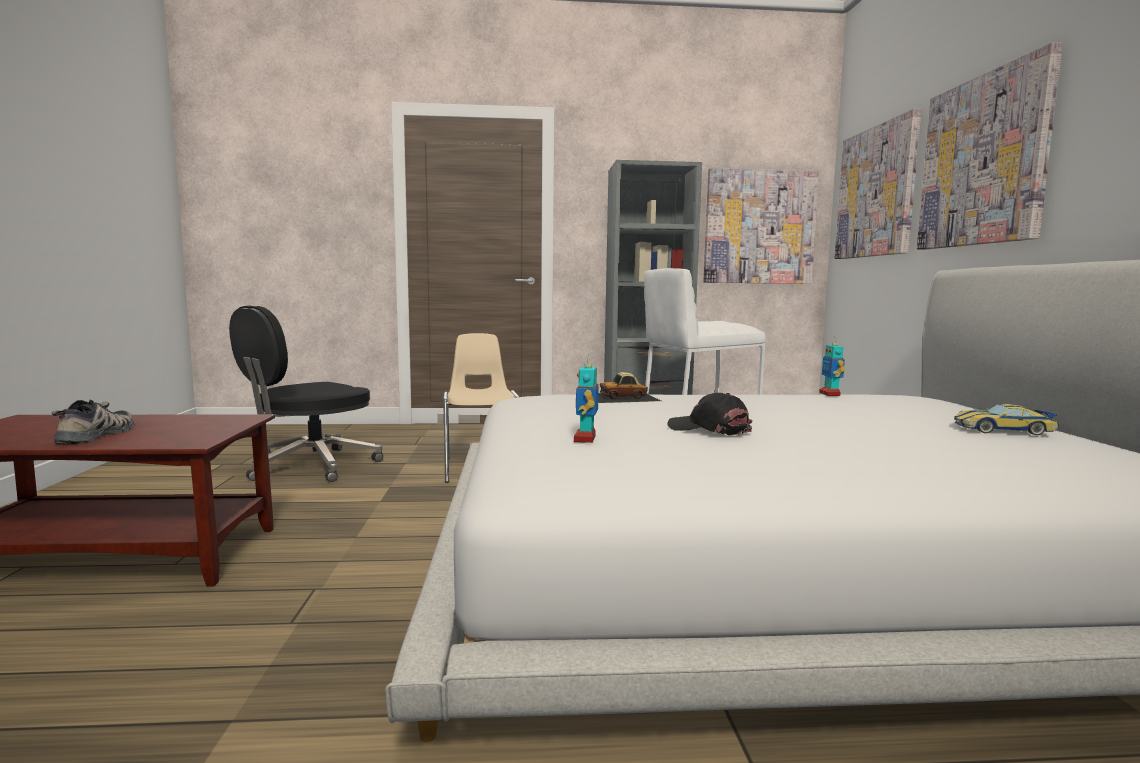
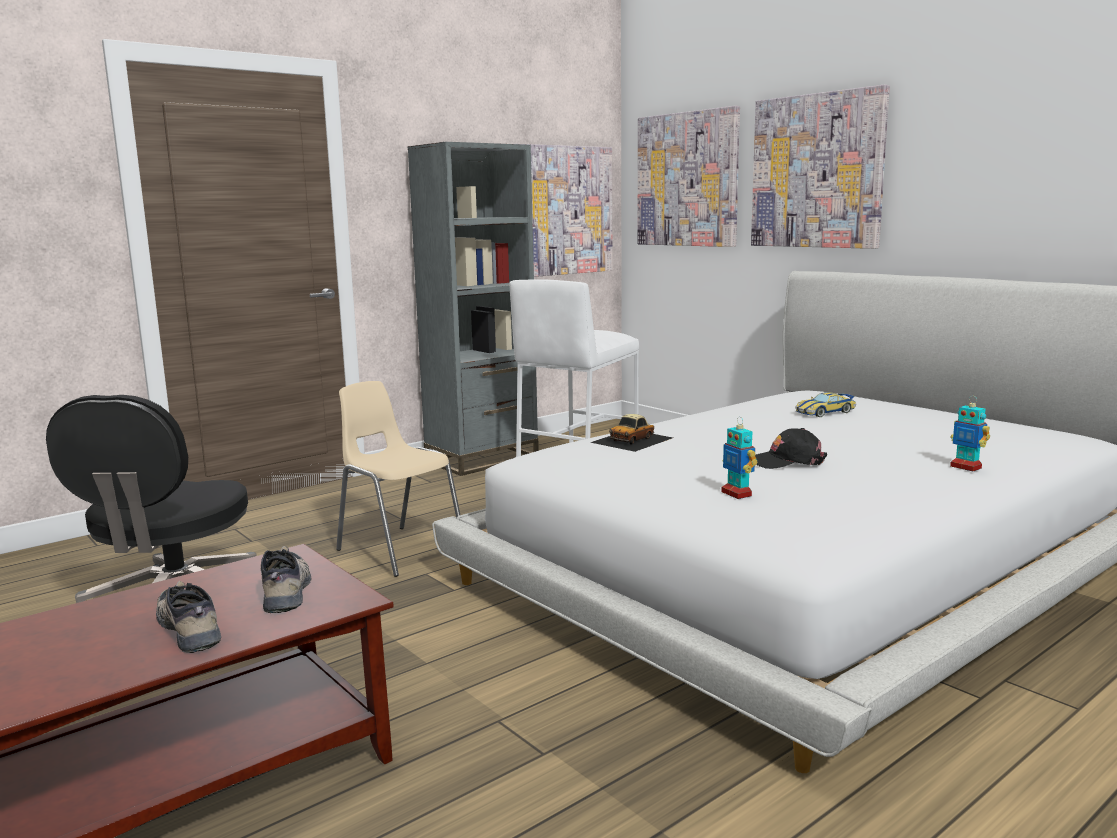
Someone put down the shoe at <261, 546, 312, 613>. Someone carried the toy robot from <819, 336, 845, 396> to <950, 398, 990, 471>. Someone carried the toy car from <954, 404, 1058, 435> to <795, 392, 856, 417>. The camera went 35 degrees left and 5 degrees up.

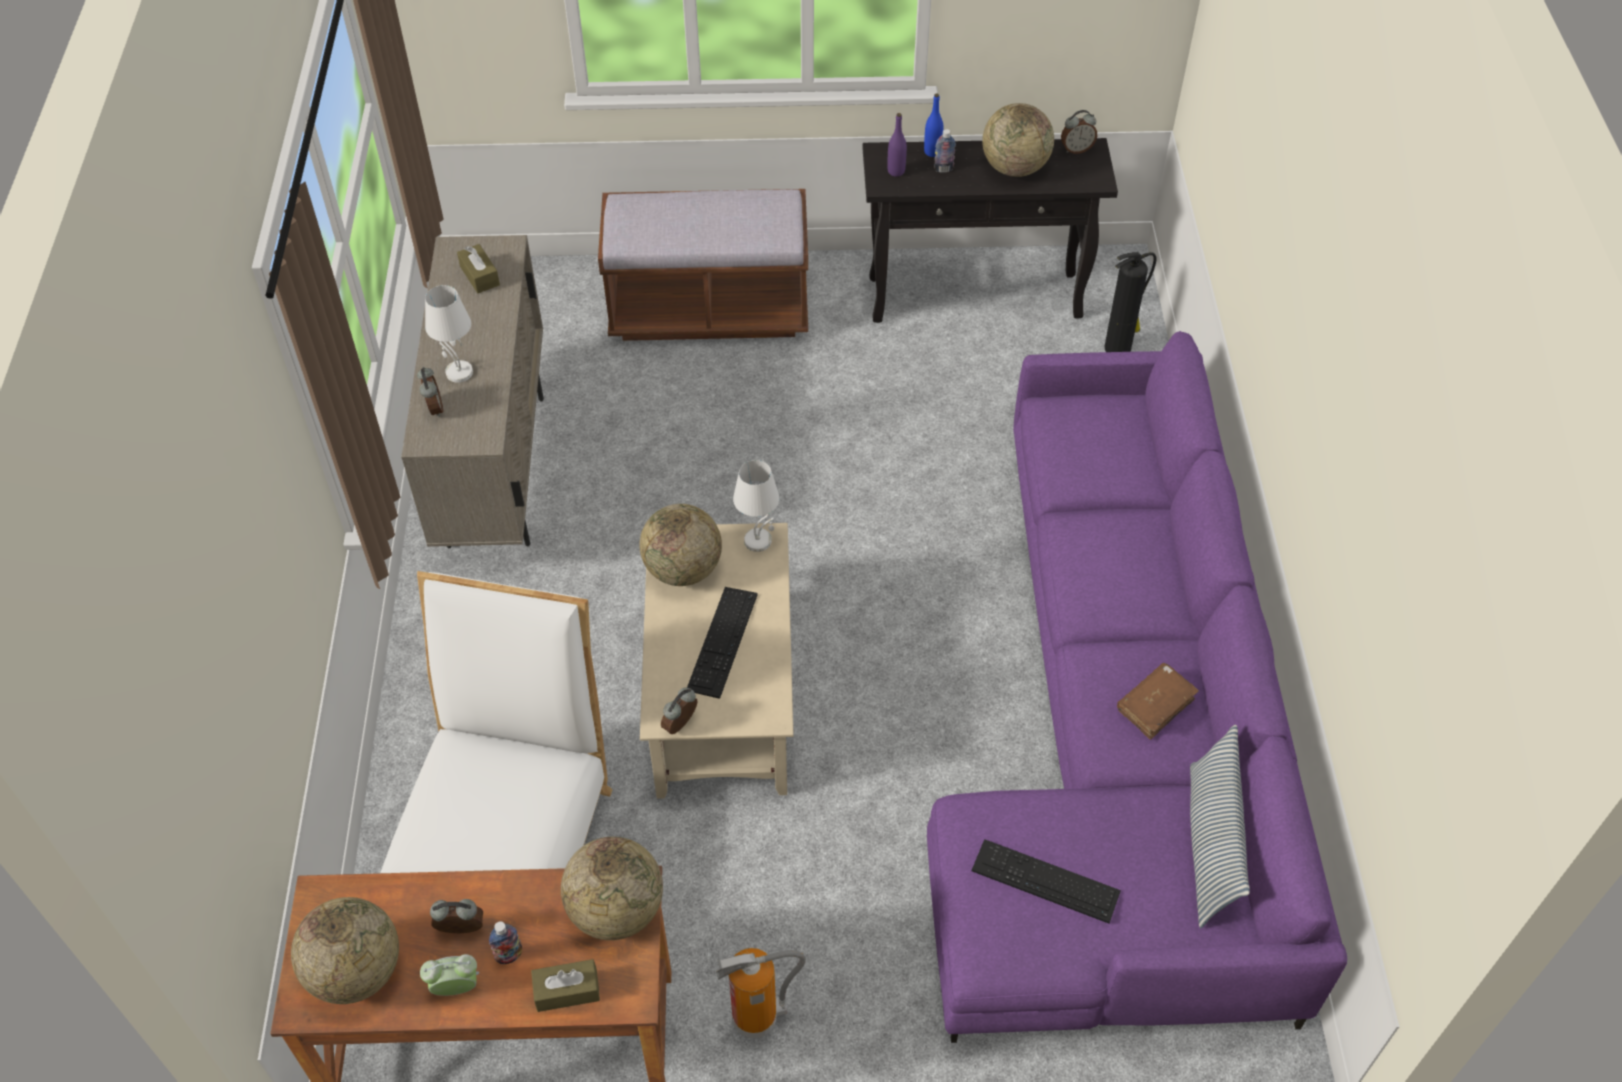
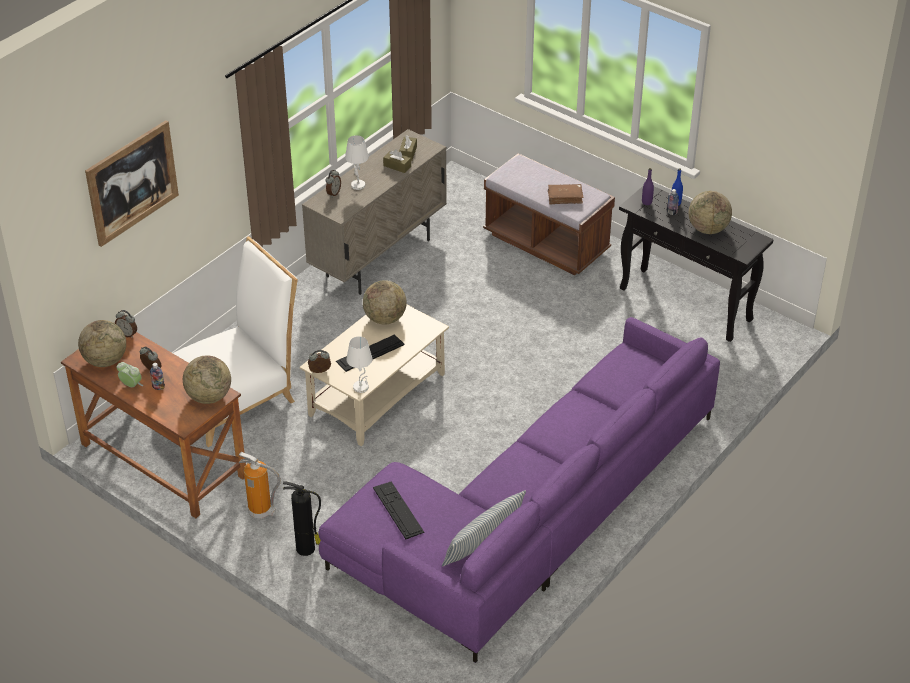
Someone put up the picture at <85, 120, 179, 247>. Someone carried the tissue box (brown) from <531, 959, 600, 1012> to <383, 149, 411, 173>. Someone carried the table lamp (white) from <733, 460, 779, 552> to <346, 336, 372, 393>. Someone carried the alarm clock from <1061, 110, 1097, 154> to <115, 310, 137, 338>. Someone carried the fire extinguisher from <1105, 252, 1156, 352> to <283, 481, 321, 556>. Someone carried the book (brown) from <1117, 663, 1199, 740> to <548, 184, 584, 204>. The camera went 40 degrees right and 10 degrees down.

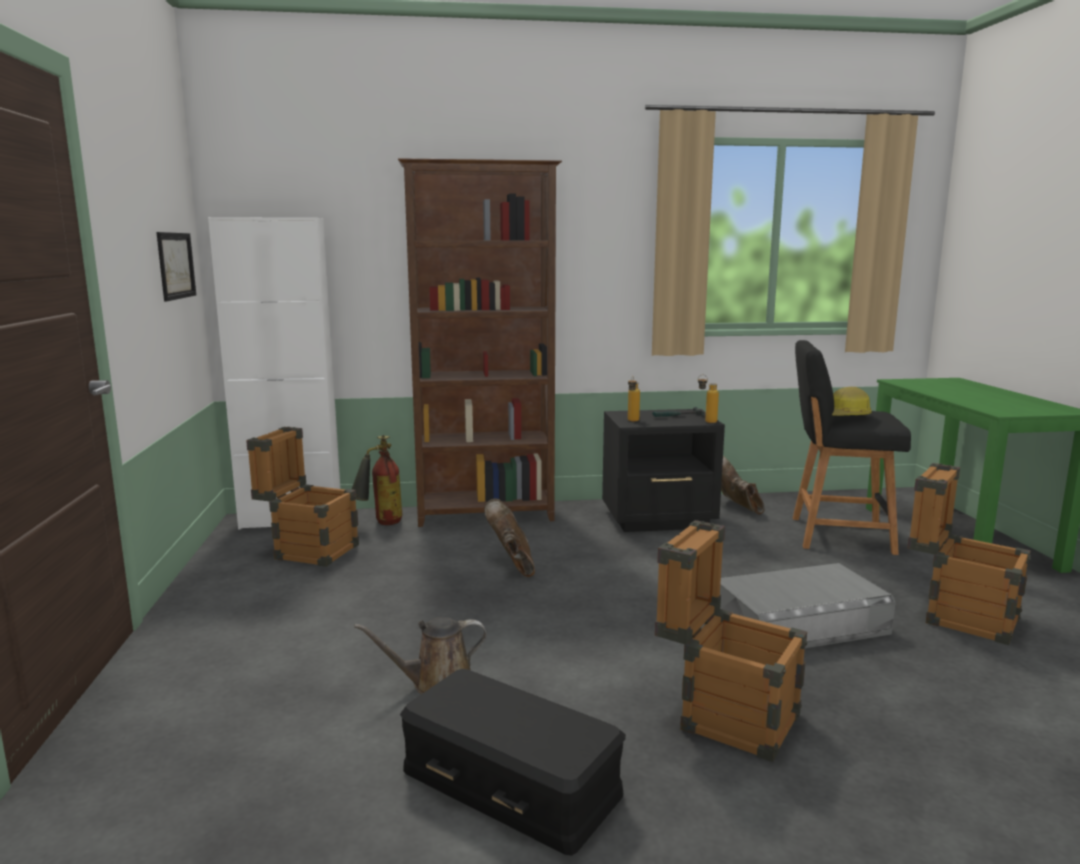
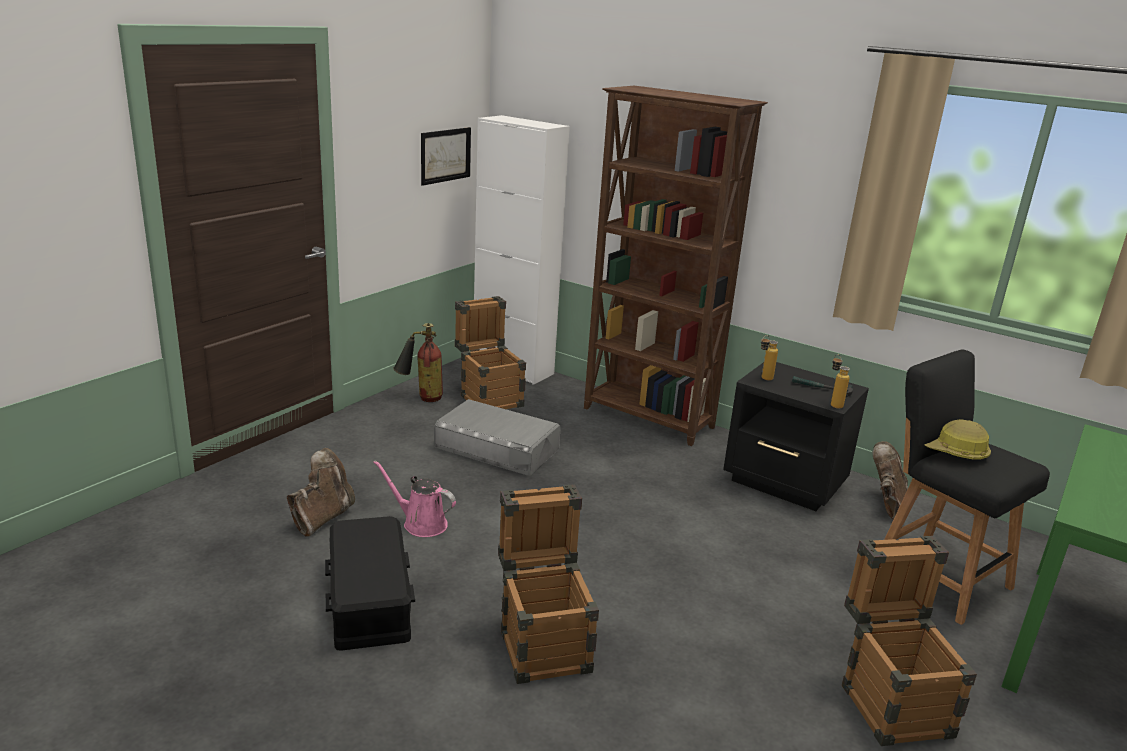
Someone carried the fire extinguisher from <352, 435, 402, 525> to <393, 323, 443, 402>. Someone carried the boot (brown) from <484, 498, 535, 577> to <287, 448, 355, 537>. Someone carried the storage box (grey) from <720, 563, 896, 648> to <435, 399, 561, 476>. Someone repainted the watering can (brown) at <354, 617, 487, 694>, which became the watering can (pink) at <374, 460, 456, 537>. The camera went 40 degrees right and 10 degrees up.

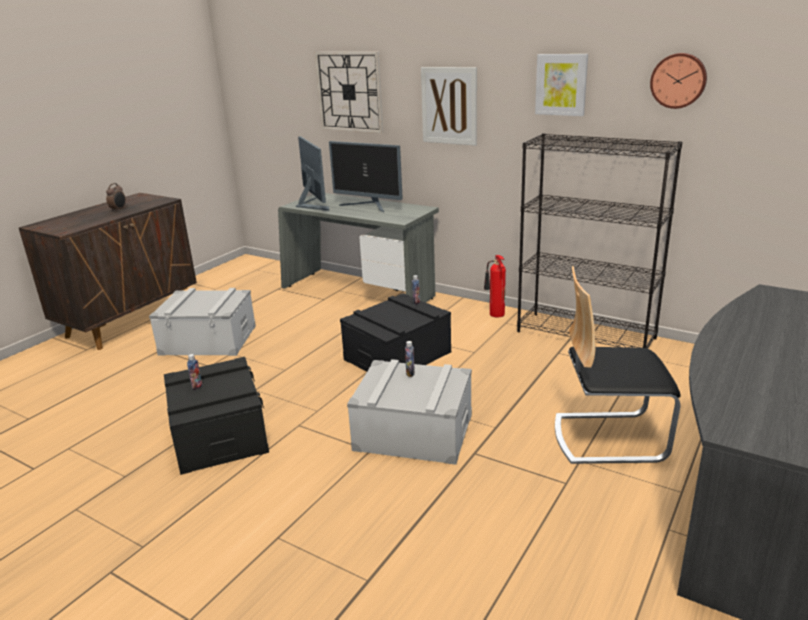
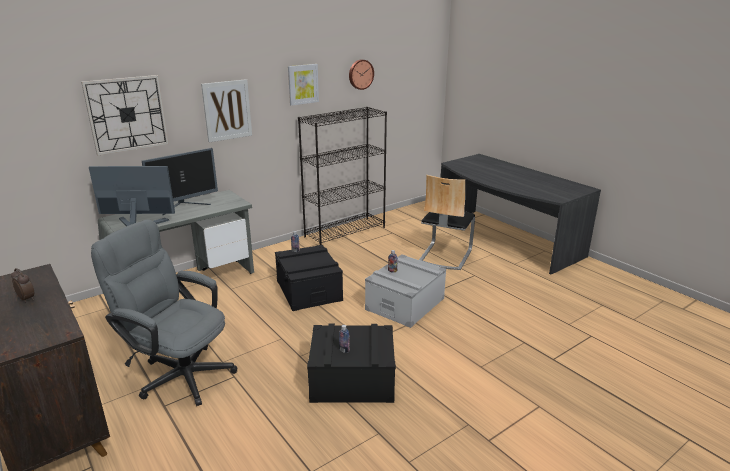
Someone took away the fire extinguisher at <484, 255, 506, 318>. Someone swapped the storage box (grey) at <149, 288, 256, 356> for the office chair (grey) at <91, 219, 237, 406>. The camera went 70 degrees left and 0 degrees up.

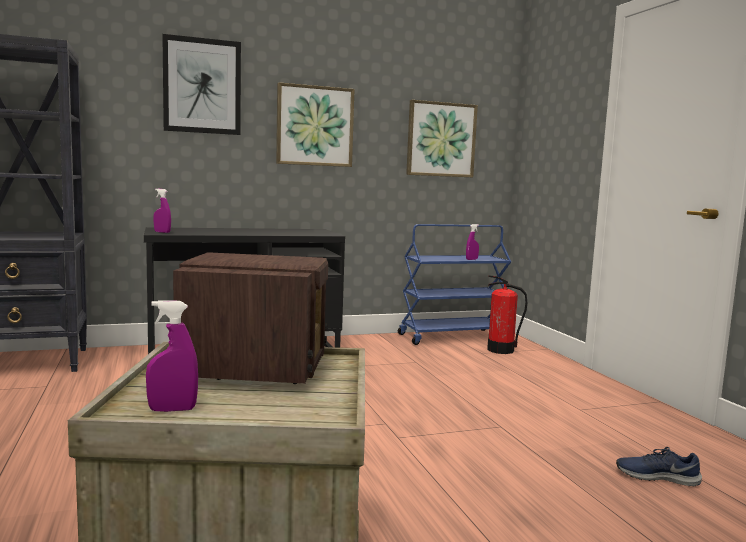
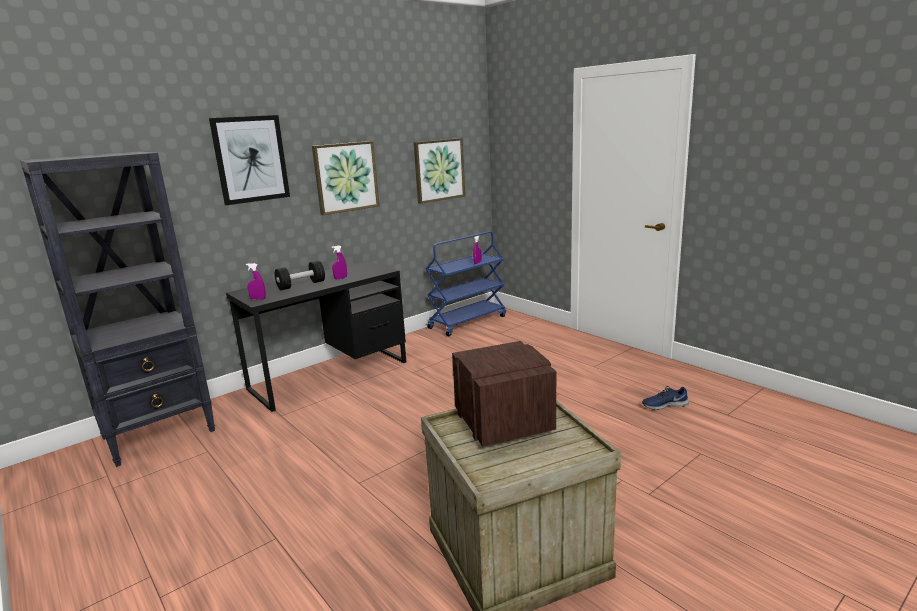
Someone took away the fire extinguisher at <487, 275, 527, 354>. Someone put down the dumbbell (black) at <275, 261, 325, 290>. Someone carried the spray bottle (purple) from <146, 300, 198, 412> to <331, 245, 347, 280>. The camera went 20 degrees left and 10 degrees up.

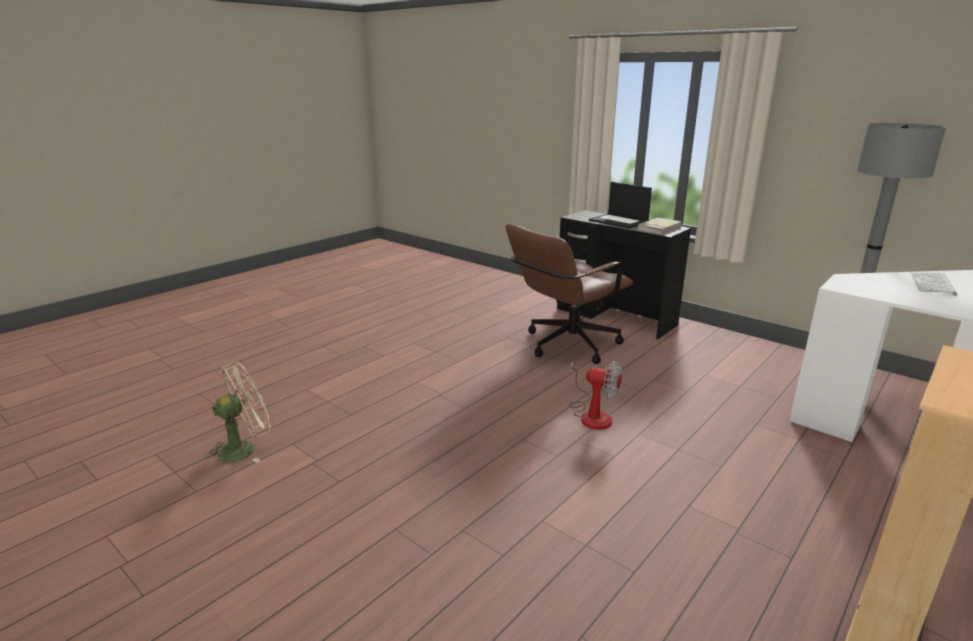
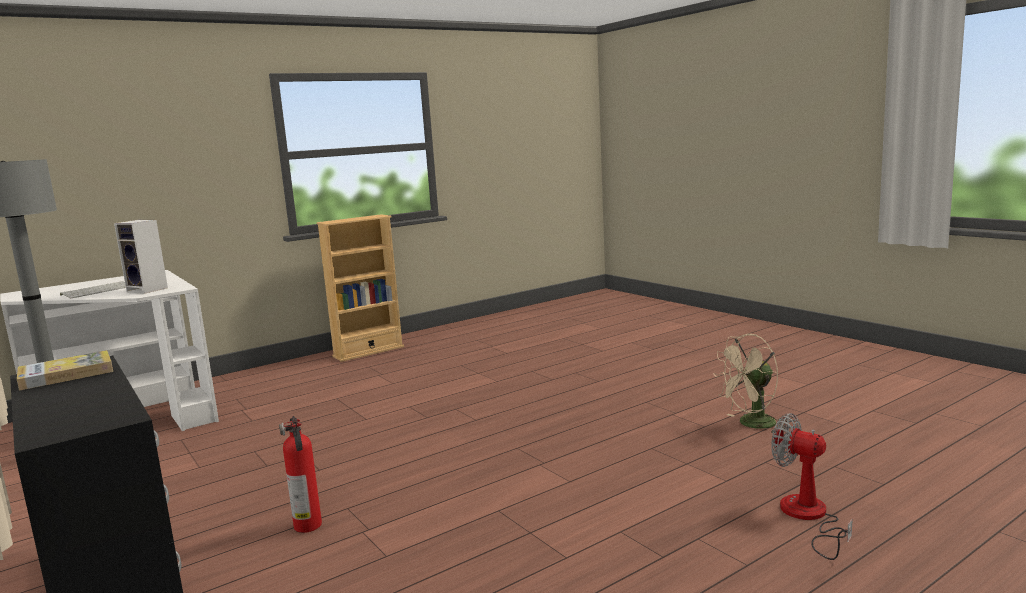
Someone took away the laptop at <589, 182, 652, 229>. Someone put down the speaker at <114, 220, 168, 294>. Someone carried the fan from <570, 360, 623, 430> to <771, 413, 853, 560>. Someone swapped the office chair (brown) at <506, 224, 633, 364> for the fire extinguisher at <279, 416, 322, 533>. The camera went 165 degrees left and 10 degrees down.

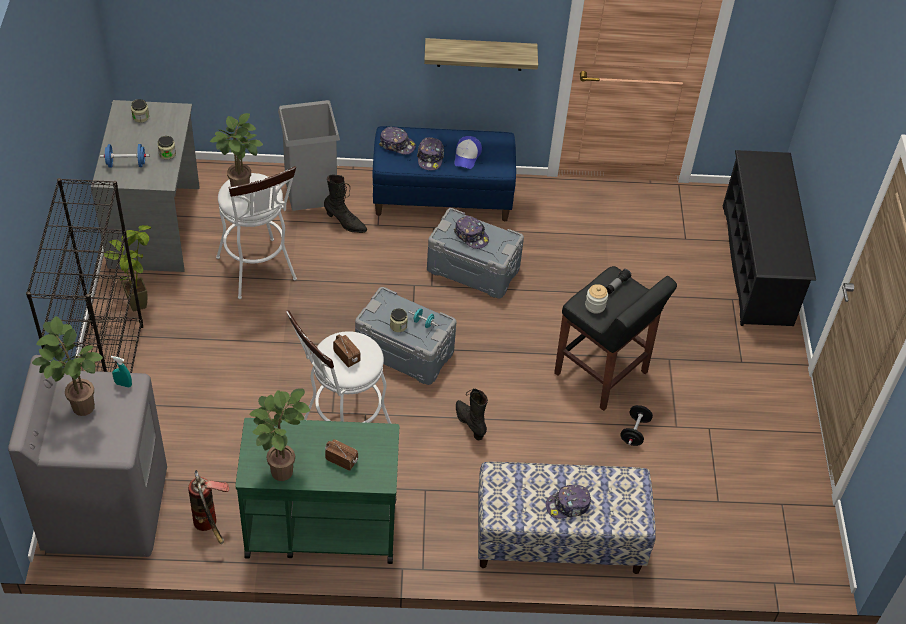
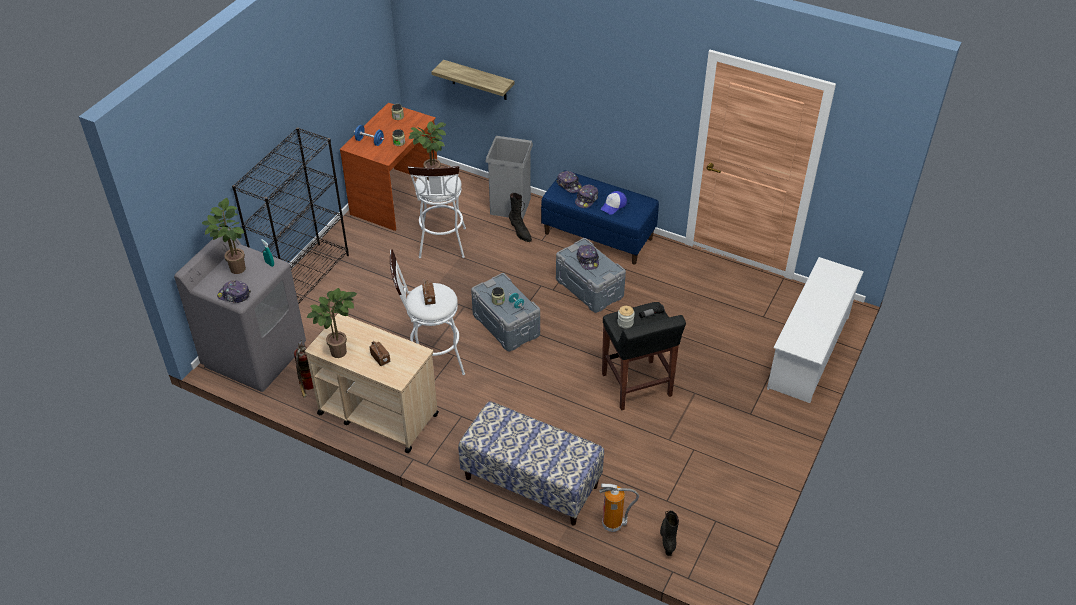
Someone took away the potted plant at <104, 225, 152, 312>. Someone took away the dumbbell (black) at <620, 405, 653, 446>. Someone put down the fire extinguisher at <600, 484, 639, 532>. Someone carried the shelf from <424, 38, 538, 71> to <431, 60, 514, 100>. Someone carried the boot (black) from <456, 388, 488, 440> to <660, 510, 679, 556>. Someone carried the cap from <546, 485, 591, 518> to <217, 281, 251, 303>. Someone repainted the desk (grey) at <91, 100, 200, 272>, which became the desk (brown) at <340, 103, 437, 231>. Someone repainted the cart (green) at <235, 418, 399, 564>, which became the cart (beige) at <305, 313, 439, 453>. Someone repainted the shoe rack (black) at <723, 150, 816, 326>, which became the shoe rack (white) at <767, 257, 864, 403>. The camera went 30 degrees right and 5 degrees down.

